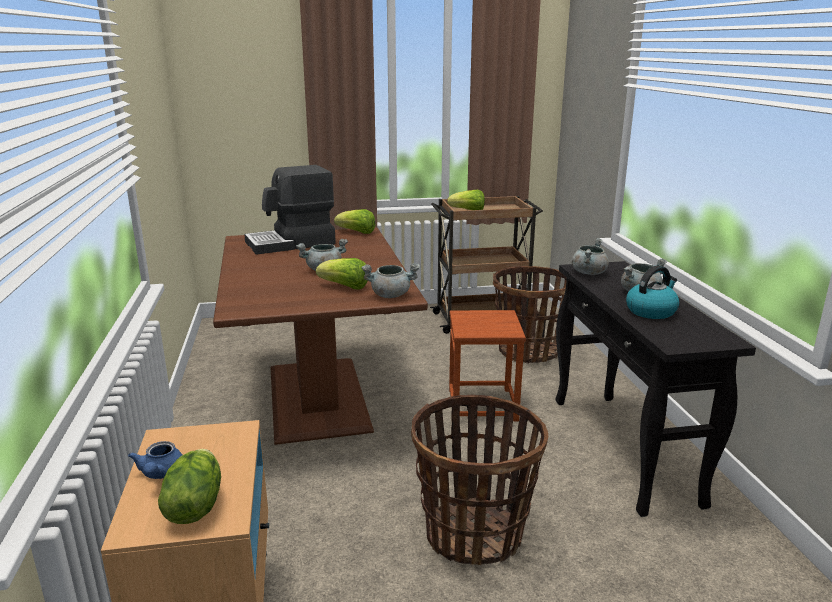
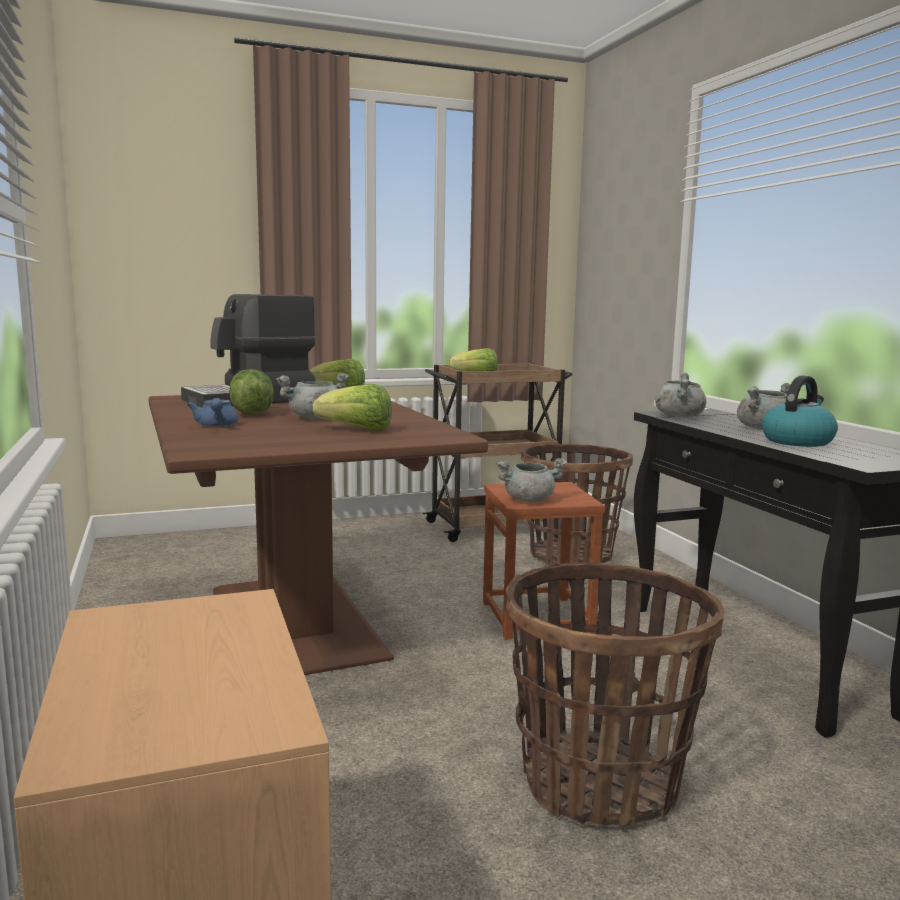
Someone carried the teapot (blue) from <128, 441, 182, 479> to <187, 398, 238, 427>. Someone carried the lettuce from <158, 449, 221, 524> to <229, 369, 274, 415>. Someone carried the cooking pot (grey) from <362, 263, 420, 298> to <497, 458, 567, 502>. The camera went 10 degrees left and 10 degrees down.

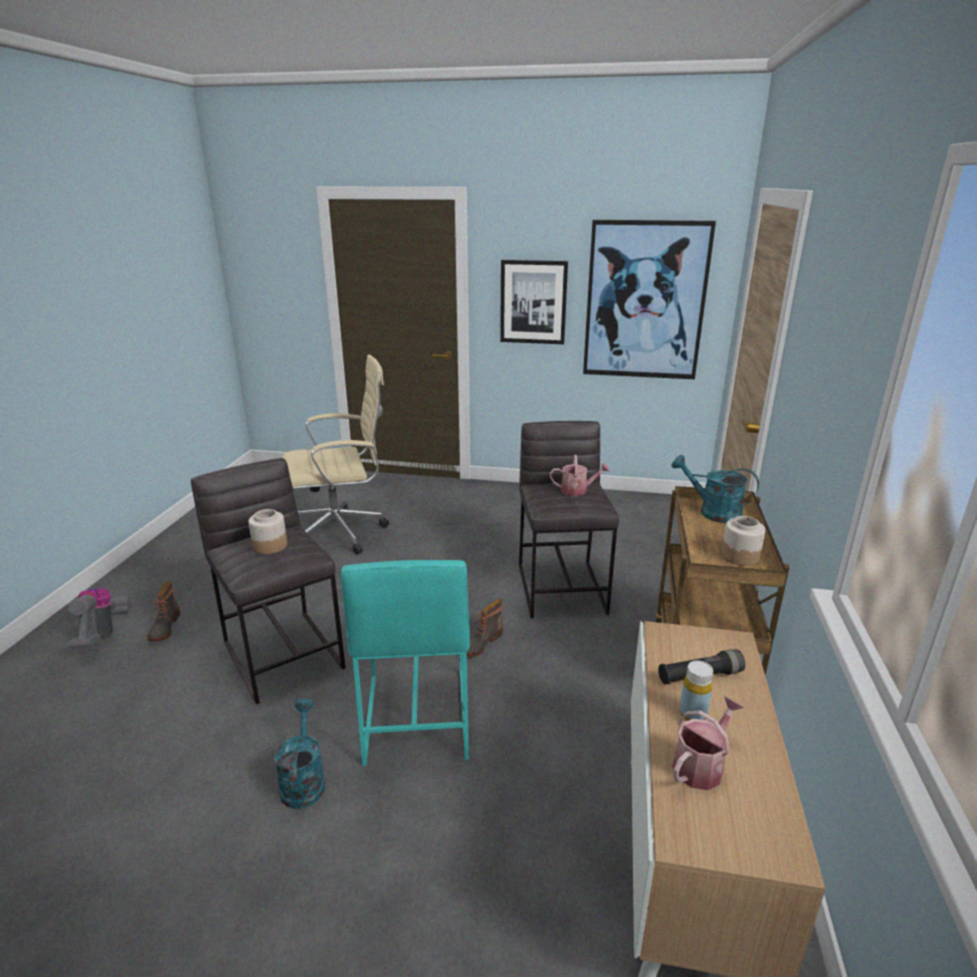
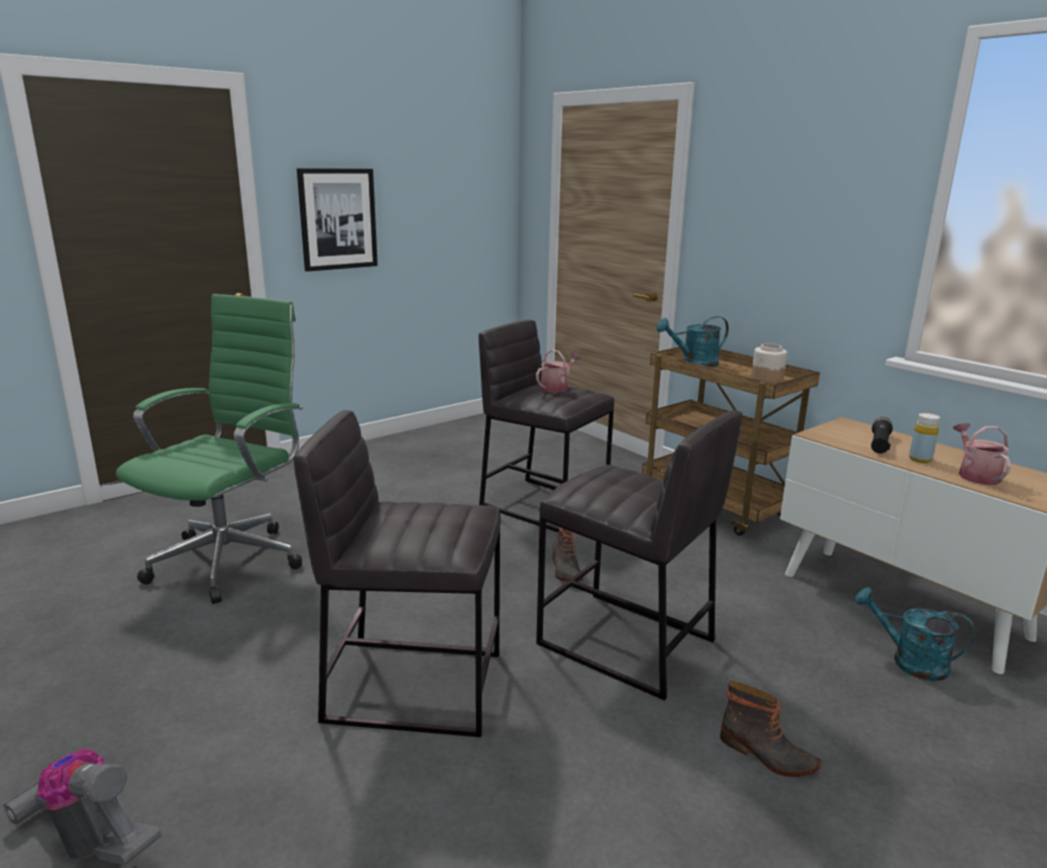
Someone took away the jar at <248, 509, 287, 554>. Someone took away the picture at <583, 220, 716, 379>. Someone carried the boot from <147, 581, 180, 641> to <720, 681, 821, 777>. Someone carried the watering can (turquoise) from <274, 699, 325, 809> to <855, 587, 975, 681>. Someone repainted the office chair (beige) at <282, 355, 389, 555>, which became the office chair (green) at <116, 294, 303, 604>. Someone repainted the stool (turquoise) at <341, 560, 470, 766>, which became the stool (grey) at <536, 410, 742, 701>. The camera went 50 degrees left and 5 degrees down.

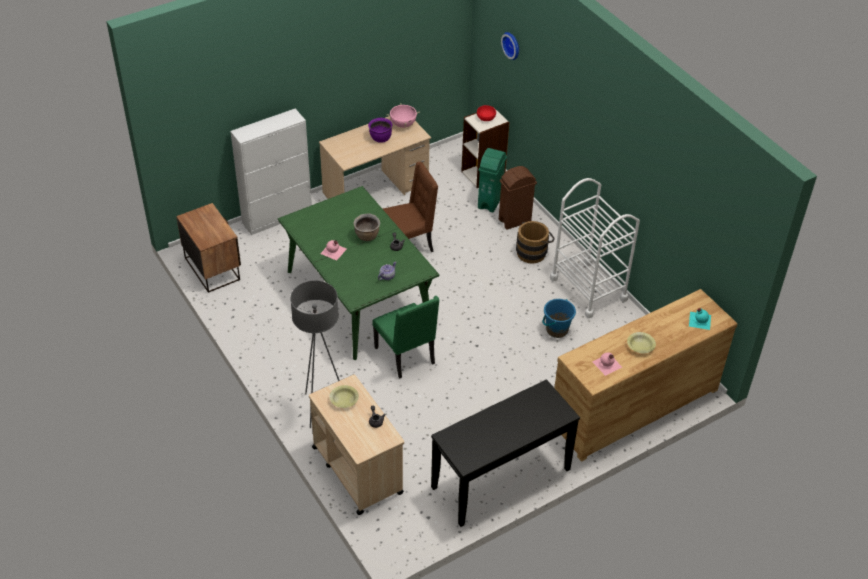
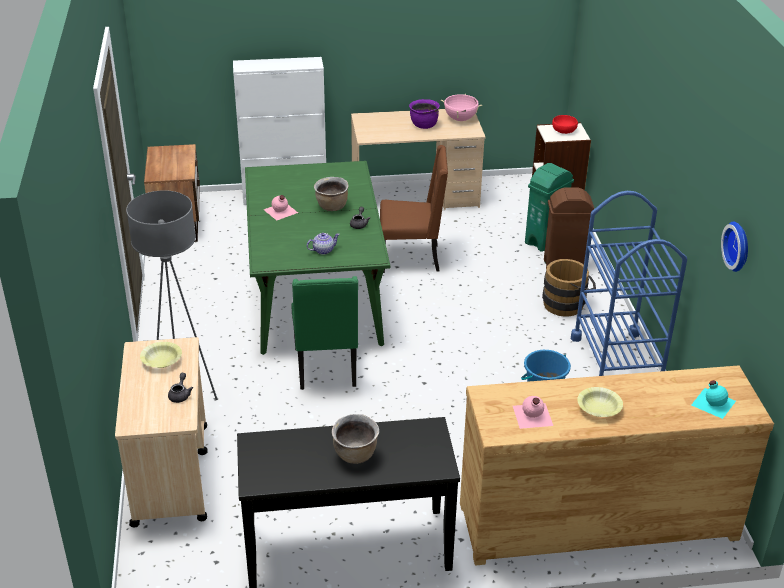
Someone put down the cooking pot (brown) at <332, 414, 379, 464>. Someone carried the wall clock from <501, 32, 519, 60> to <721, 222, 748, 272>. Someone repainted the cart (white) at <550, 178, 640, 318>, which became the cart (blue) at <571, 191, 687, 376>. The camera went 25 degrees right and 10 degrees down.

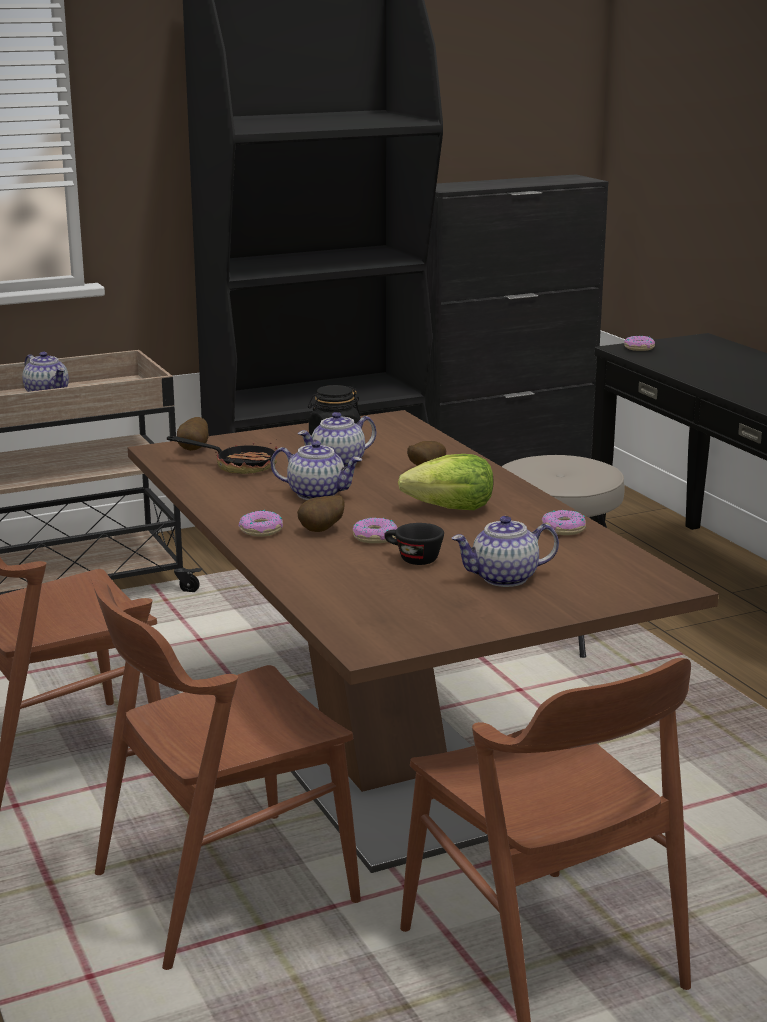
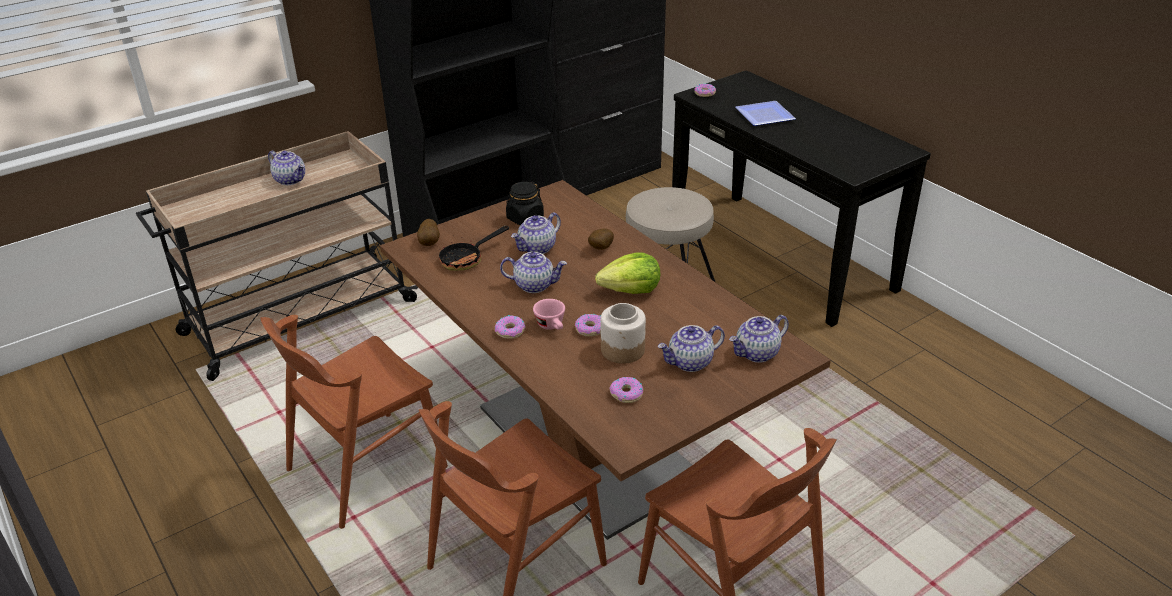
Someone put down the teapot at <729, 315, 789, 363>. Someone put down the plate at <735, 101, 796, 126>. Someone carried the donut from <542, 510, 586, 535> to <609, 377, 643, 403>. Someone swapped the potato at <297, 496, 345, 532> for the cup (pink) at <533, 299, 565, 330>. Someone swapped the cup (black) at <384, 523, 444, 565> for the jar at <601, 303, 646, 364>. Someone rotated the frying pan at <167, 436, 277, 474> by 135 degrees clockwise. The camera went 10 degrees left and 15 degrees up.

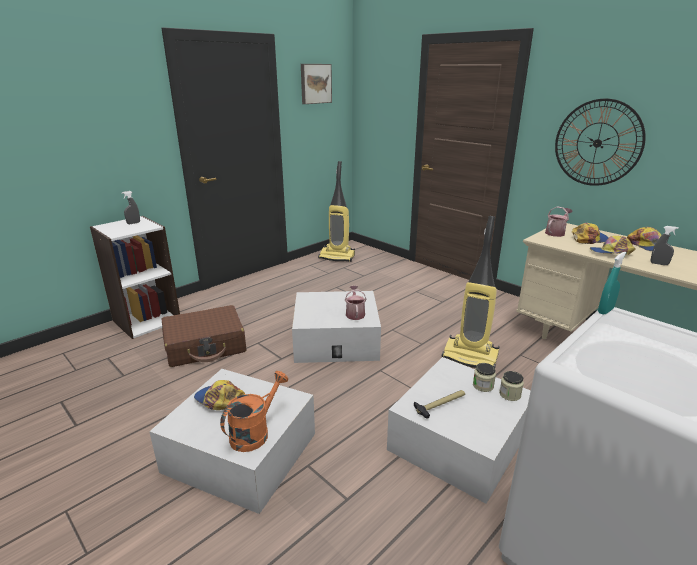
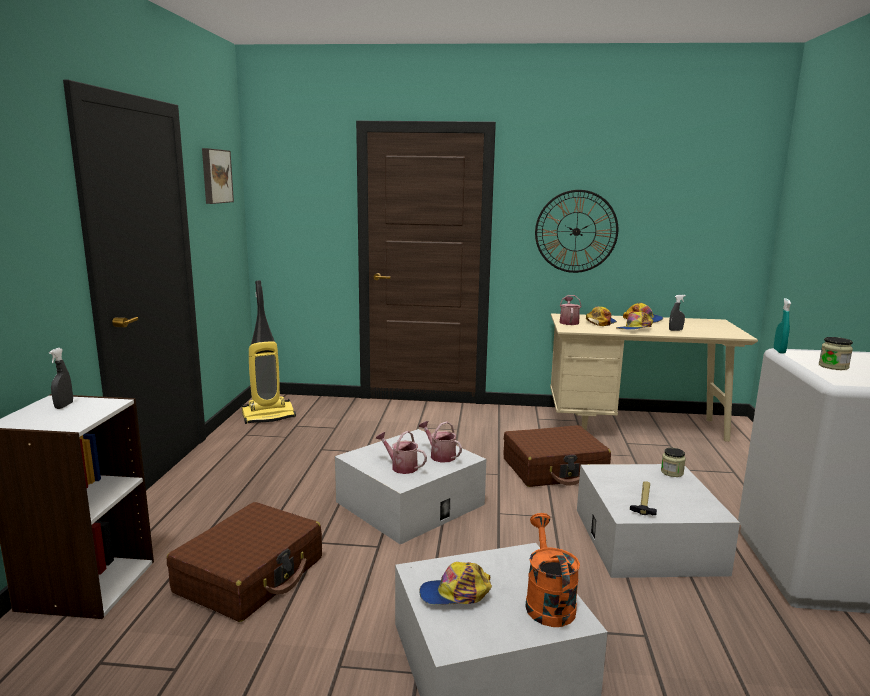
Someone put down the watering can at <375, 431, 427, 474>. Someone carried the jar from <473, 363, 496, 392> to <819, 337, 853, 370>. Someone swapped the vacuum cleaner at <442, 216, 500, 368> for the suitcase (brown) at <503, 425, 611, 487>. The camera went 40 degrees left and 10 degrees down.

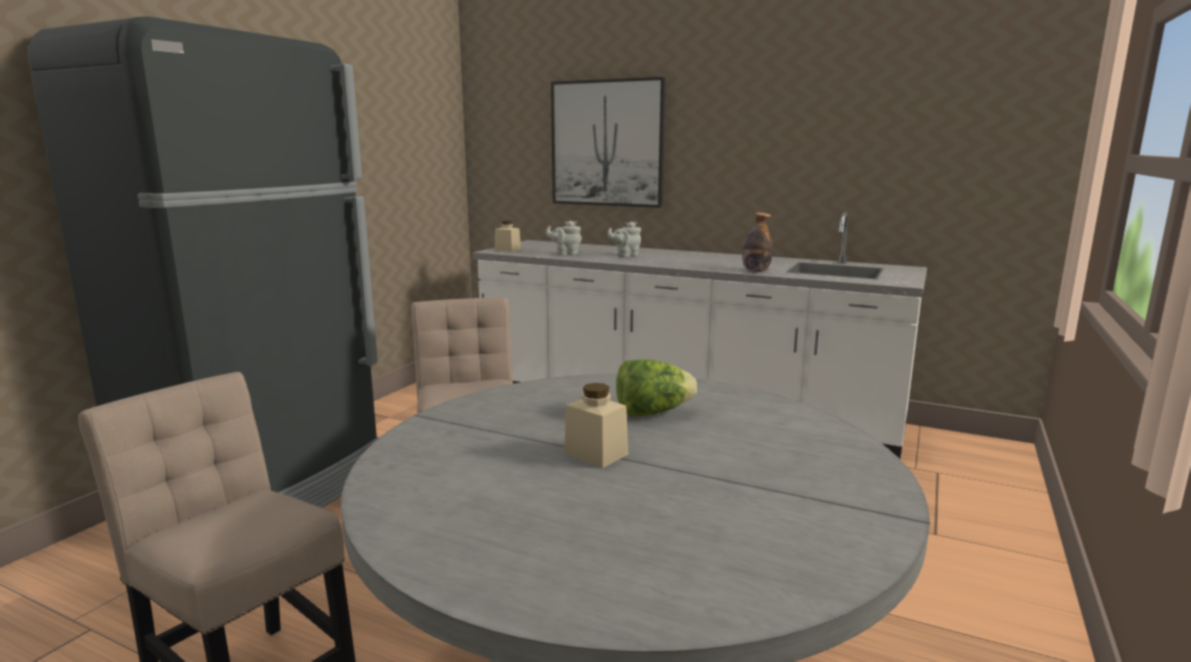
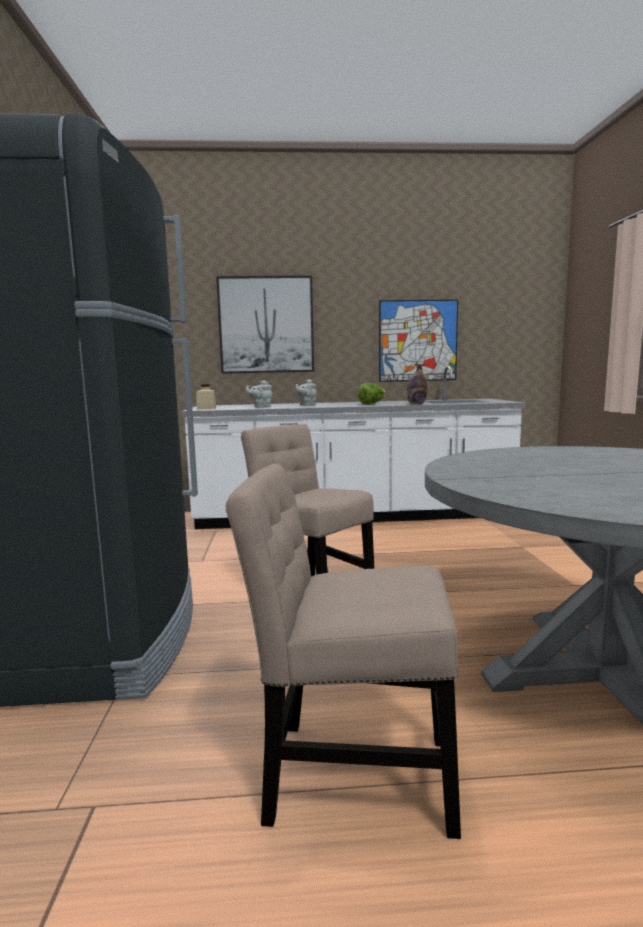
Someone took away the jar (beige) at <564, 383, 628, 468>. Someone put up the picture at <379, 299, 458, 382>. Someone carried the lettuce from <616, 359, 697, 417> to <357, 383, 386, 404>. The camera went 30 degrees left and 5 degrees down.

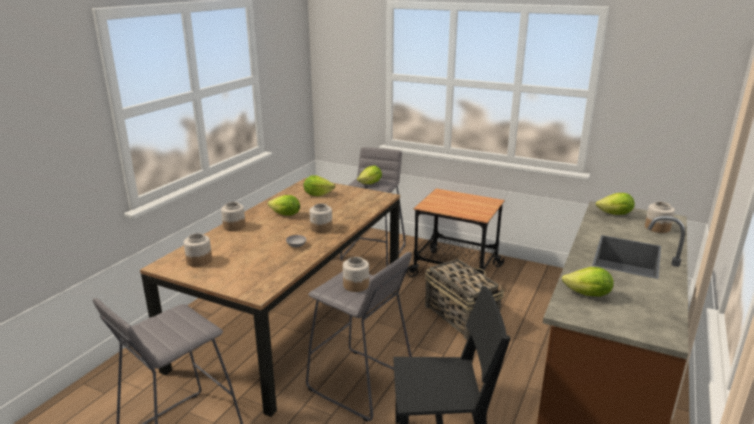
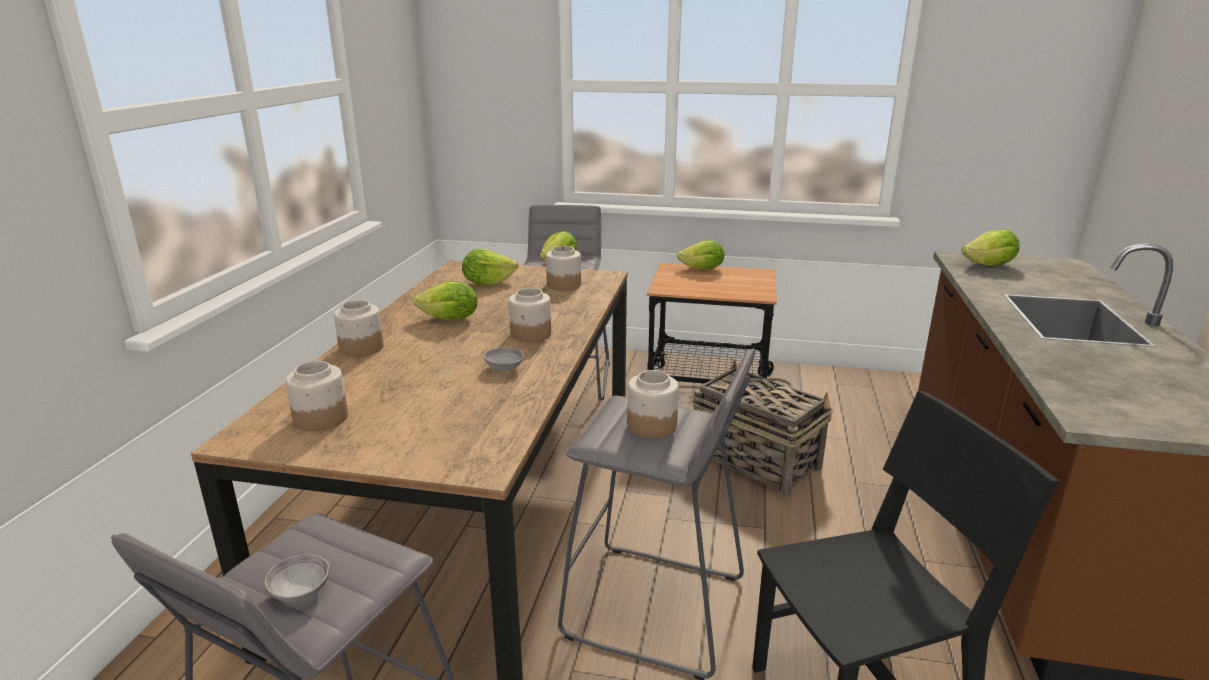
Someone put down the bowl (grey) at <265, 554, 330, 602>. Someone carried the lettuce from <562, 267, 614, 296> to <677, 240, 724, 269>. Someone carried the jar from <645, 202, 675, 233> to <546, 246, 581, 291>. The camera went 15 degrees left and 0 degrees up.

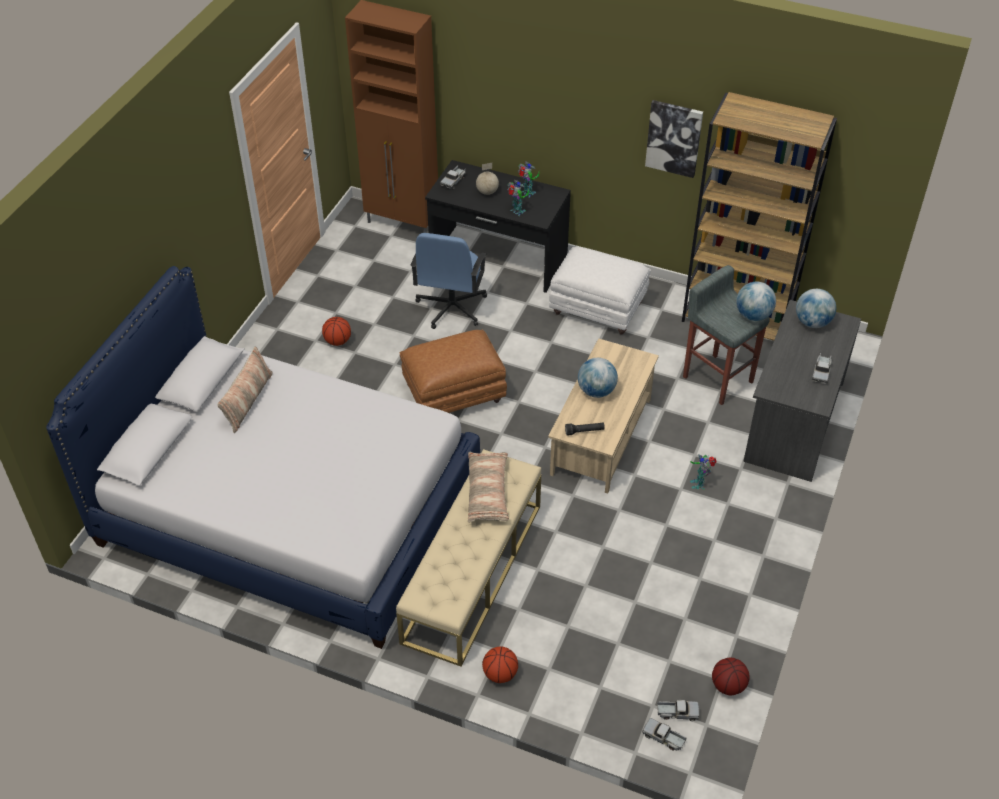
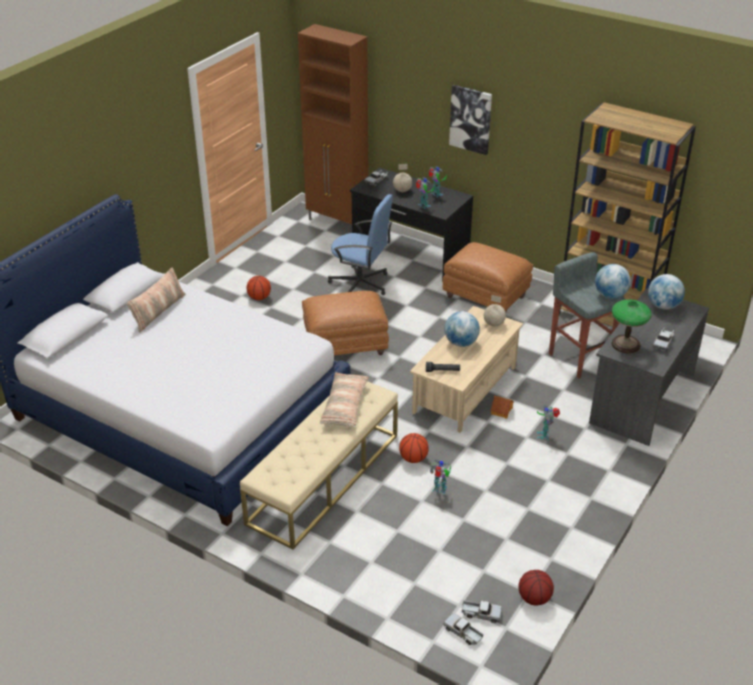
Someone put down the toy robot at <430, 460, 451, 495>. Someone put down the globe at <484, 295, 506, 326>. Someone put down the toy house at <490, 395, 514, 419>. Someone put down the table lamp at <611, 299, 652, 354>. Someone carried the basketball from <482, 646, 518, 683> to <399, 433, 429, 463>. Someone carried the picture from <645, 100, 703, 178> to <449, 85, 492, 155>. Someone repainted the ottoman (white) at <549, 247, 651, 334>, which became the ottoman (brown) at <442, 242, 533, 312>. Someone rotated the office chair (blue) at <411, 233, 487, 329> by 90 degrees counterclockwise. The camera went 10 degrees right and 10 degrees down.

